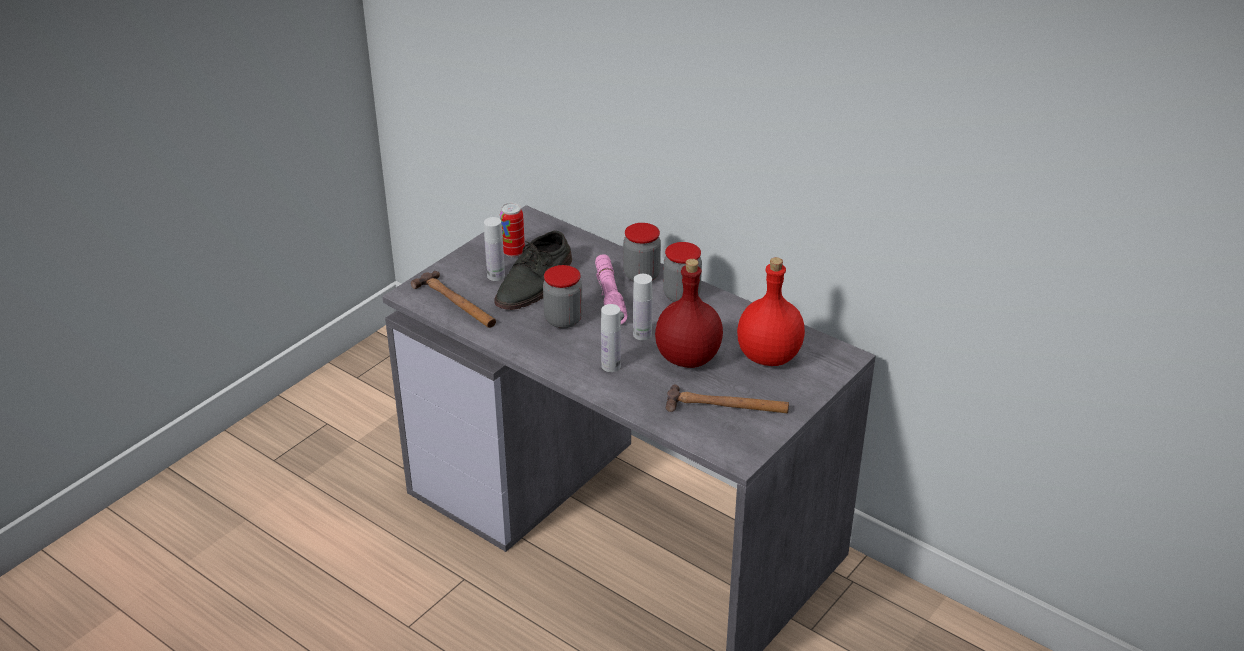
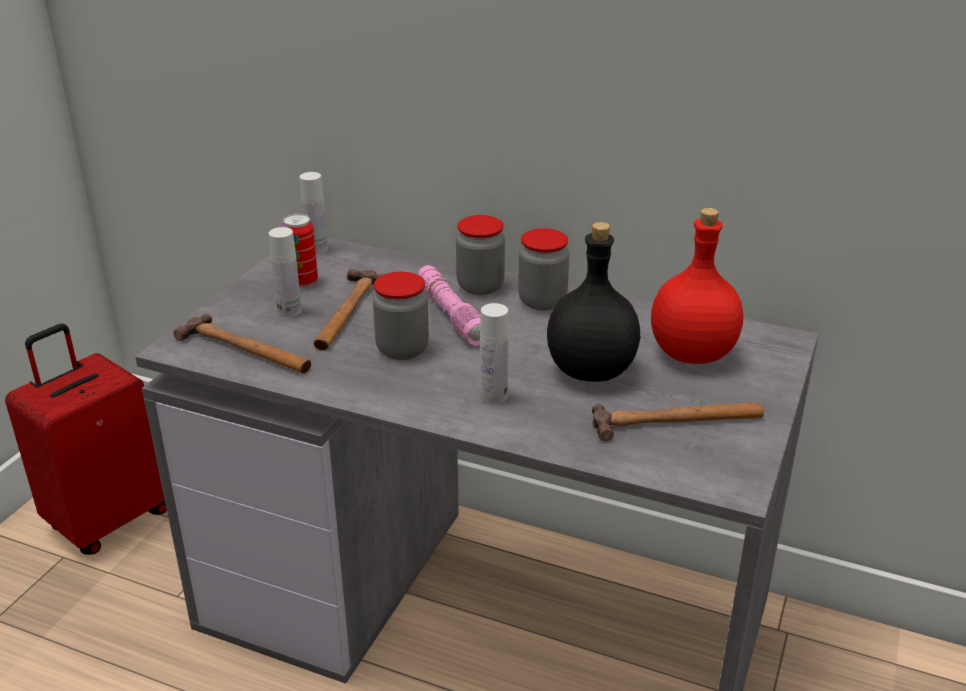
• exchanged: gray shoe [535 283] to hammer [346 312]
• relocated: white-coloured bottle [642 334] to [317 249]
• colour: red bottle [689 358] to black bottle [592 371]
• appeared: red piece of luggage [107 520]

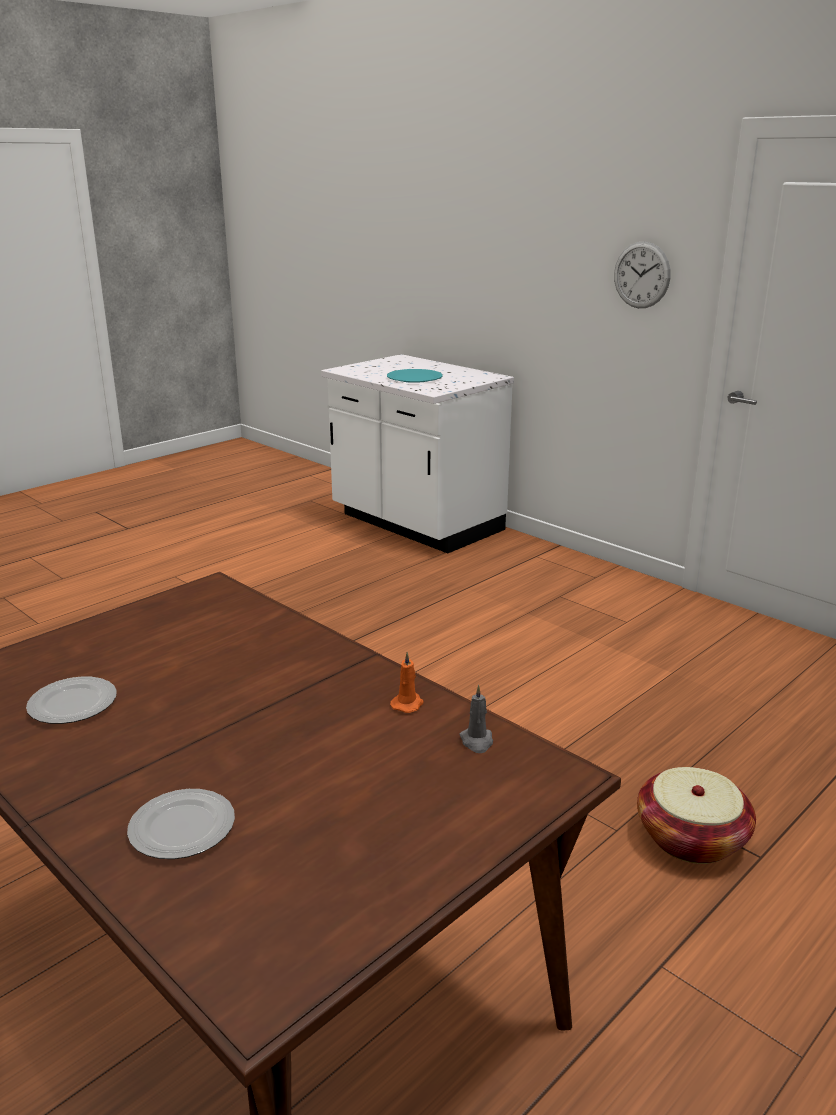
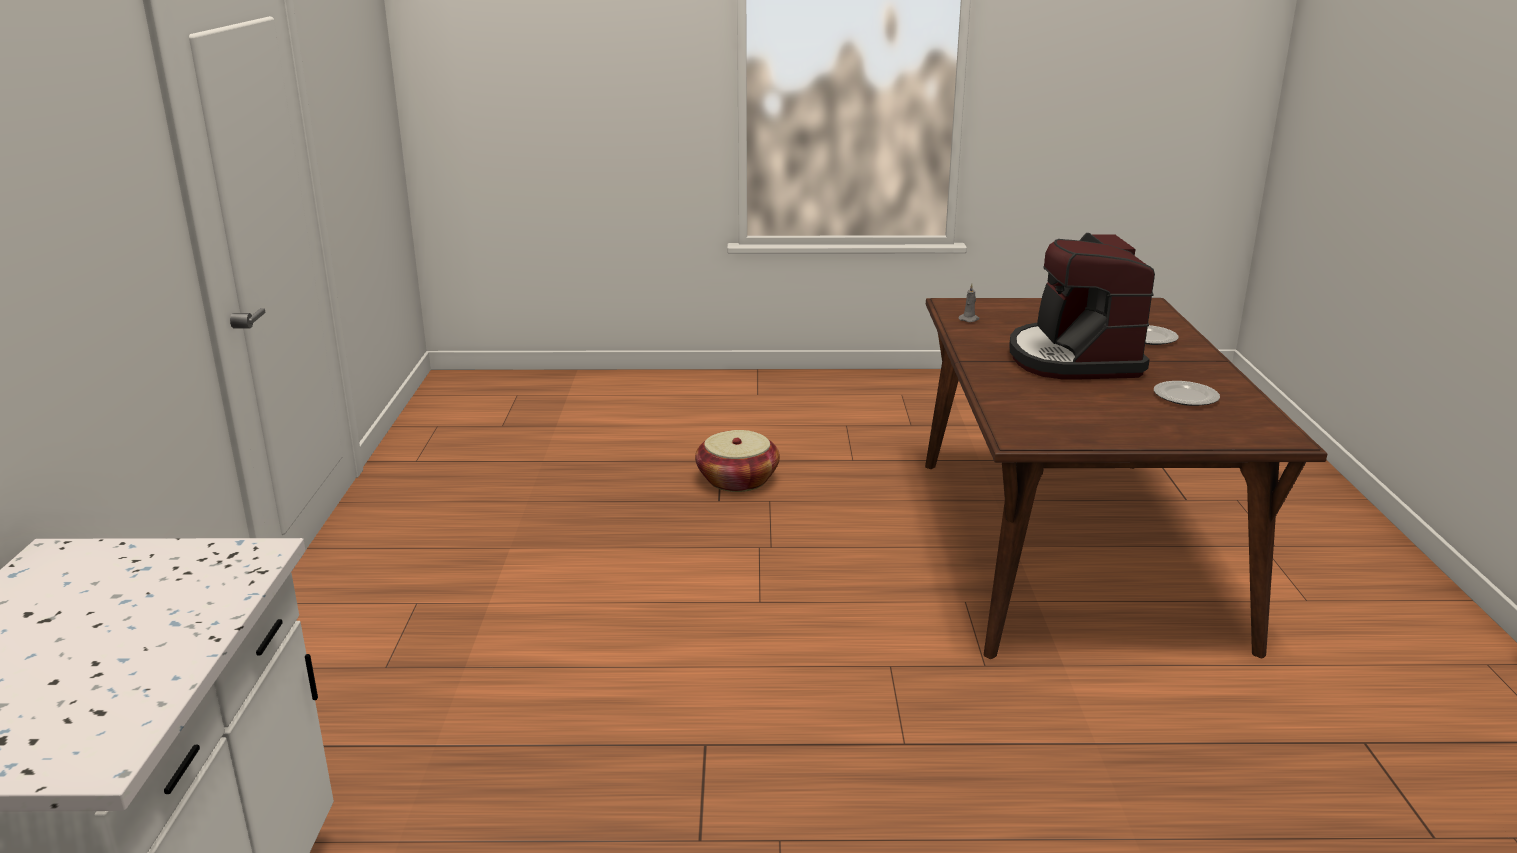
• missing: turquoise-coloured flat dish [414 378]
• missing: orangey candle [408 704]
• missing: hanging clock [641 275]
• appeared: coffee brewer [1073 358]

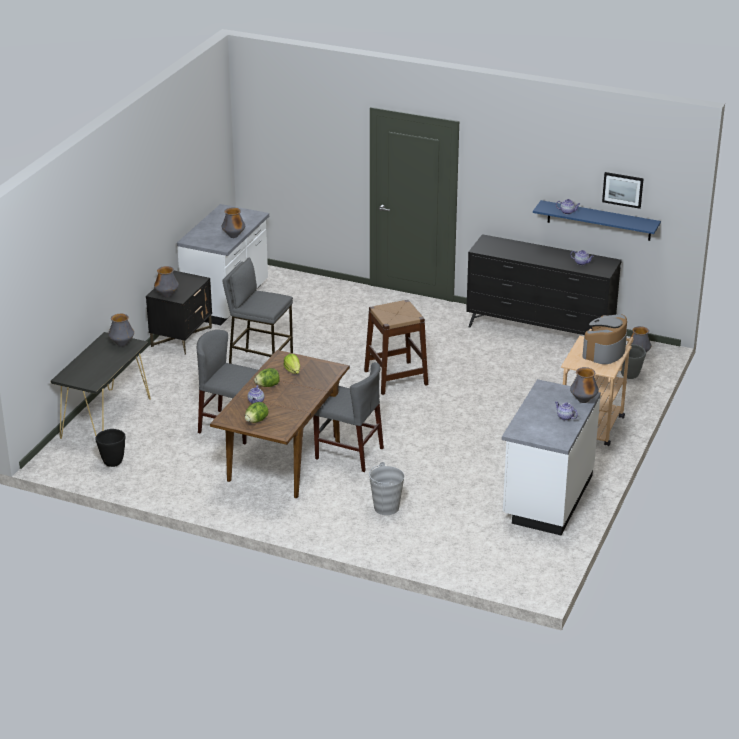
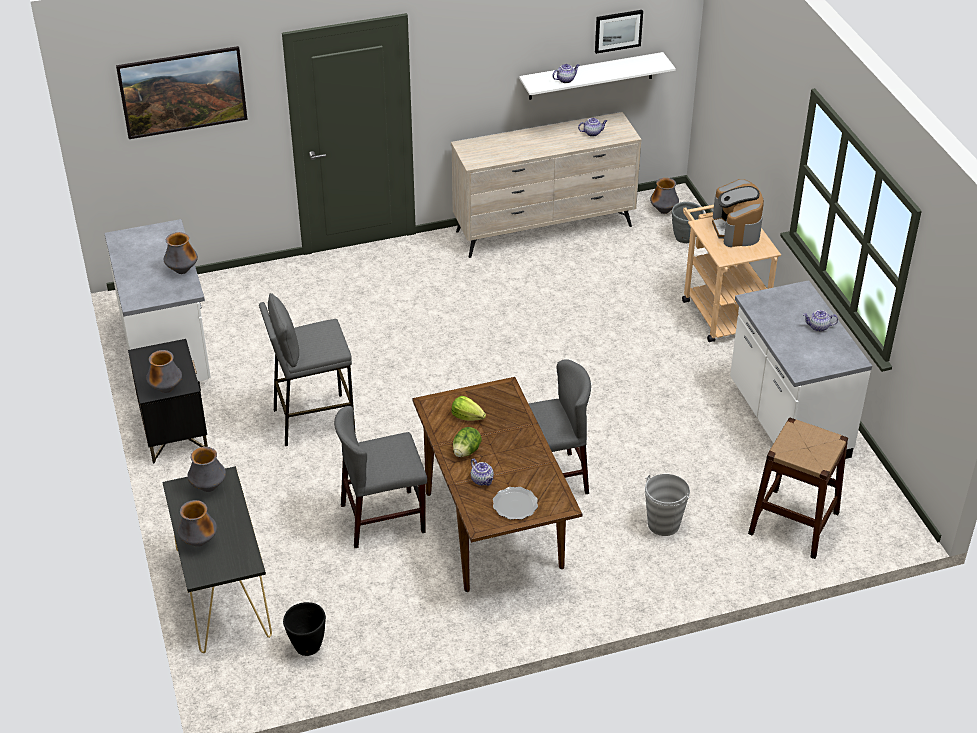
• exchanged: lettuce head [256 420] to flat dish [515 505]
• relocated: brownish sitting stool [396 377] to [794 523]
• colour: black drawer chest [540 332] to beige drawer chest [545 229]
• colour: blue bracket shelf [599 220] to white-coloured bracket shelf [591 76]
• relocated: decorative vase [583 400] to [199 542]
• appeared: wall picture [185 110]

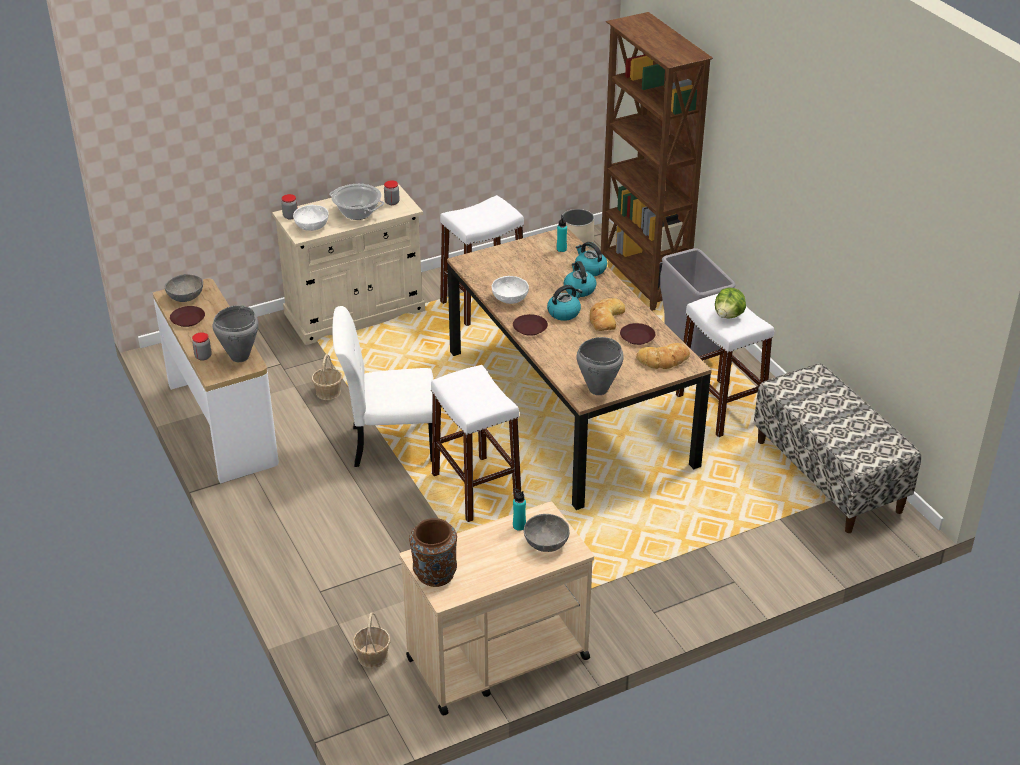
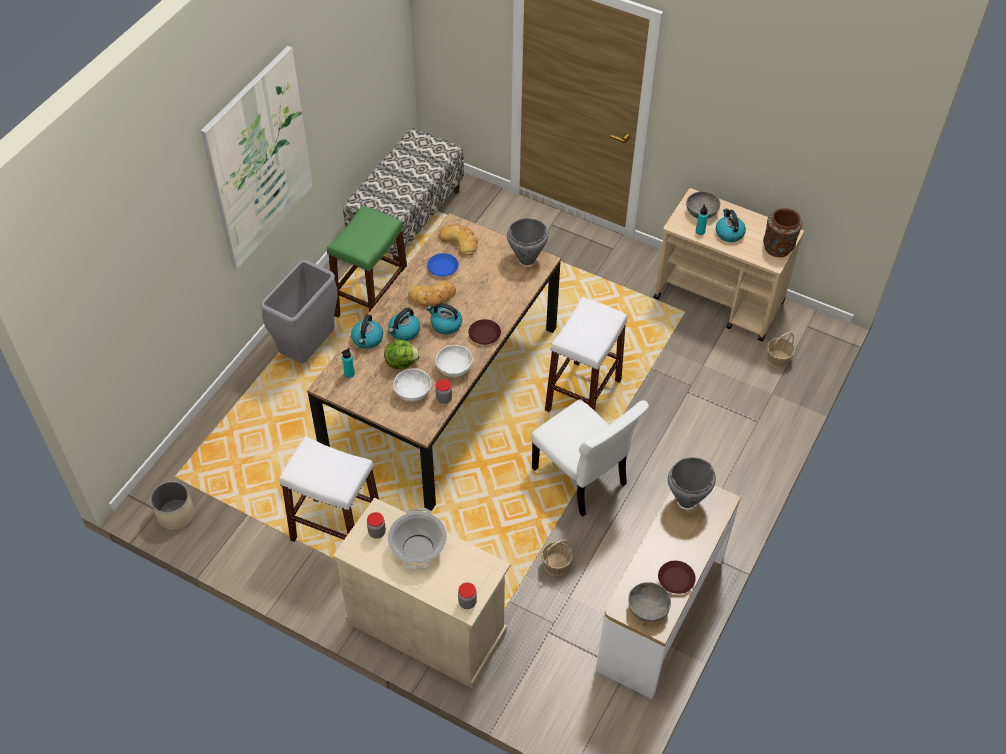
• relocated: jar [203 356] to [444 398]
• relocated: white-coloured deep dish [312 226] to [412 392]
• missing: brownish bookshelf [643 281]
• colour: brownish flat dish [637 337] to blue flat dish [443 267]
• colour: white-coloured sitting stool [720 408] to green sitting stool [372 302]
• relocated: lettuce head [728 315] to [401 362]
• appeared: wall picture [259 159]
• appeared: kettle [729 233]

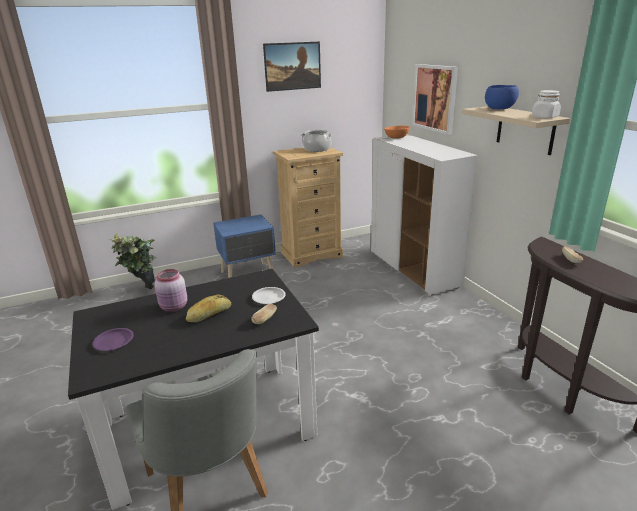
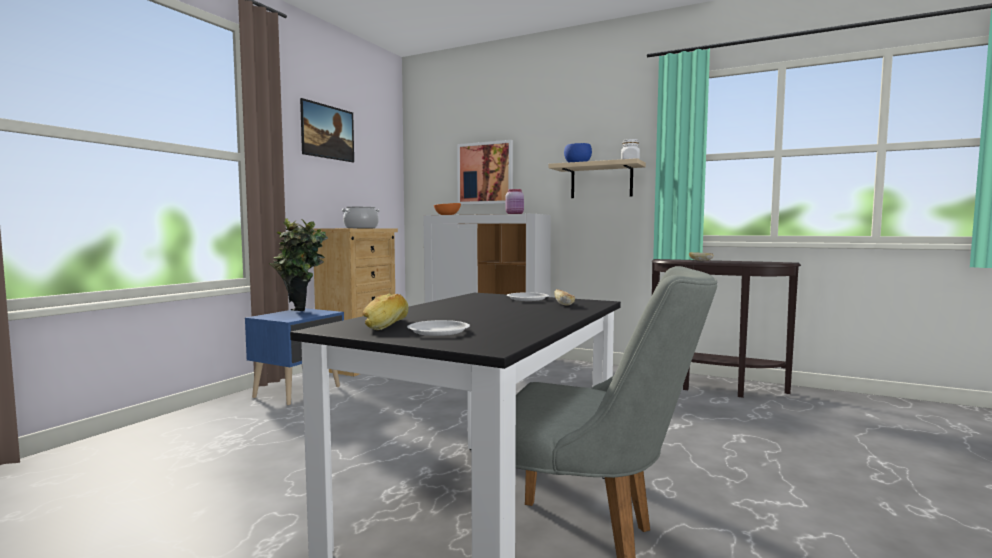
• colour: purple flat dish [114 342] to white-coloured flat dish [439 332]
• relocated: potted plant [143 293] to [300 313]
• relocated: pink-coloured jar [174 307] to [515 214]
• relocated: baked bread [209 315] to [386 325]

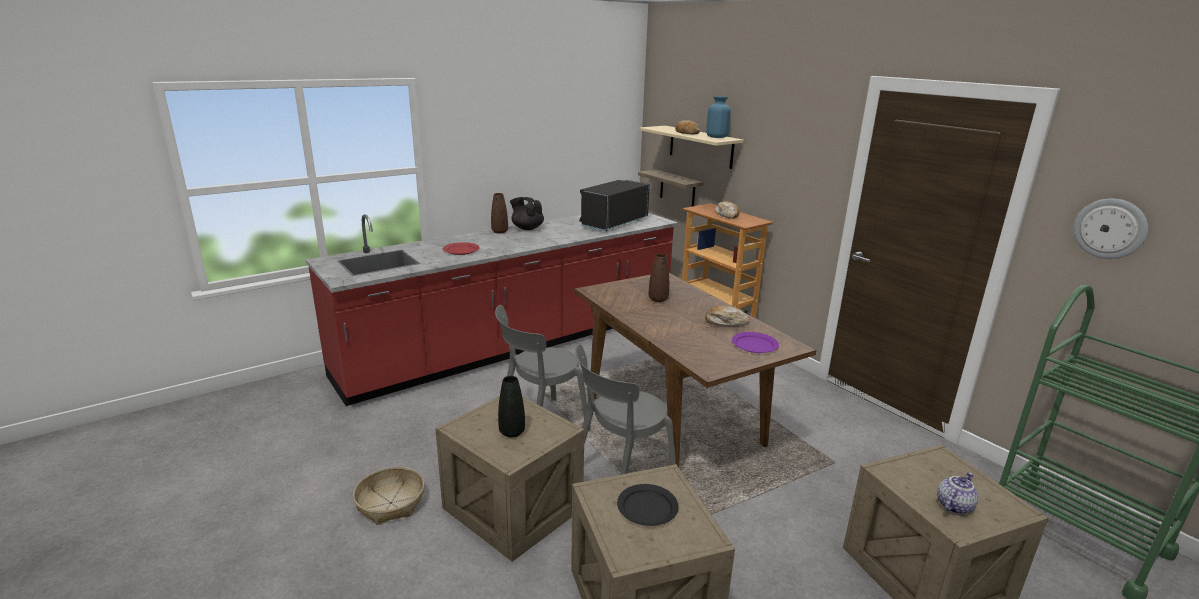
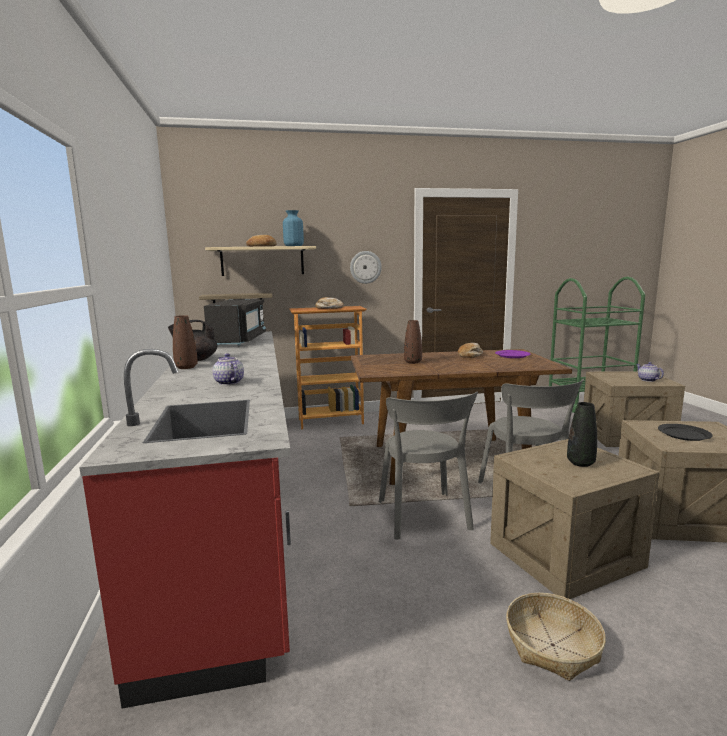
• exchanged: red flat dish [461 250] to tea pot [228 382]
• spun: black kitchen microwave [613 223] = [238 341] 150 degrees counterclockwise
• relocated: hanging clock [1110 228] to [365 267]

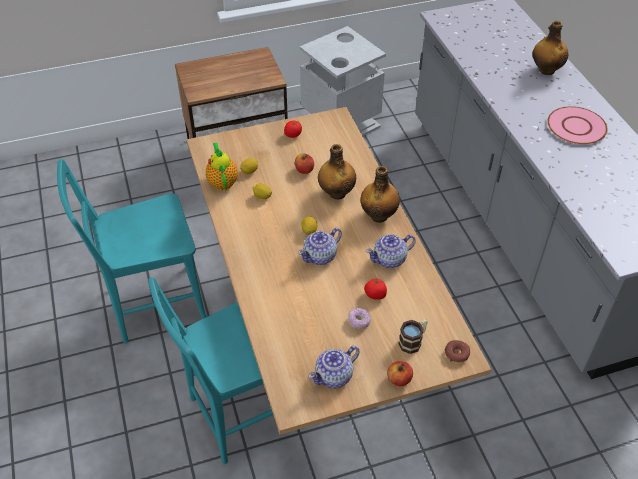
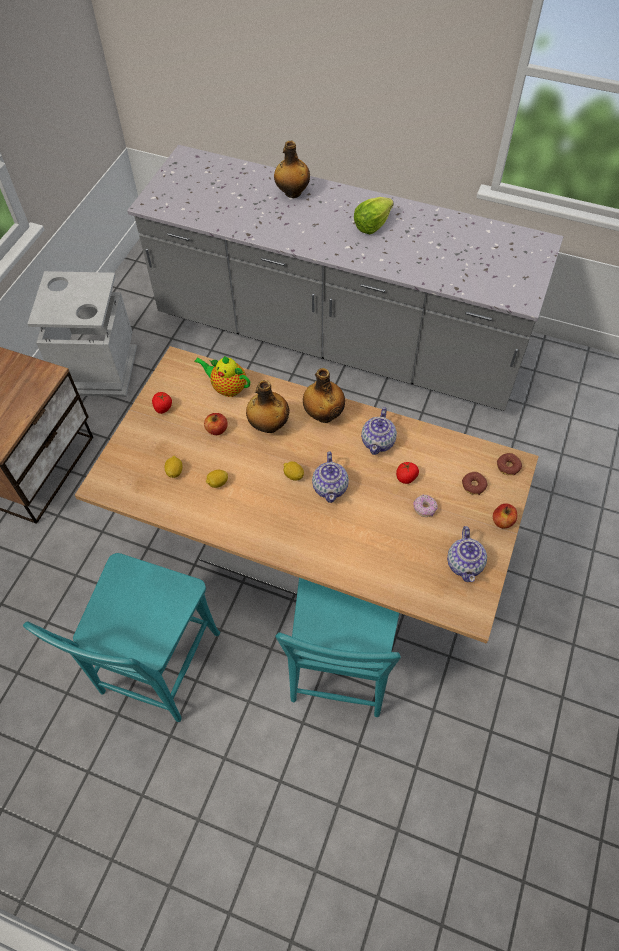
• relocated: tea pot [222 181] to [227 388]
• exchanged: tea mug [413 341] to doughnut [473 485]
• exchanged: pink-coloured flat dish [576 126] to lettuce head [372 225]

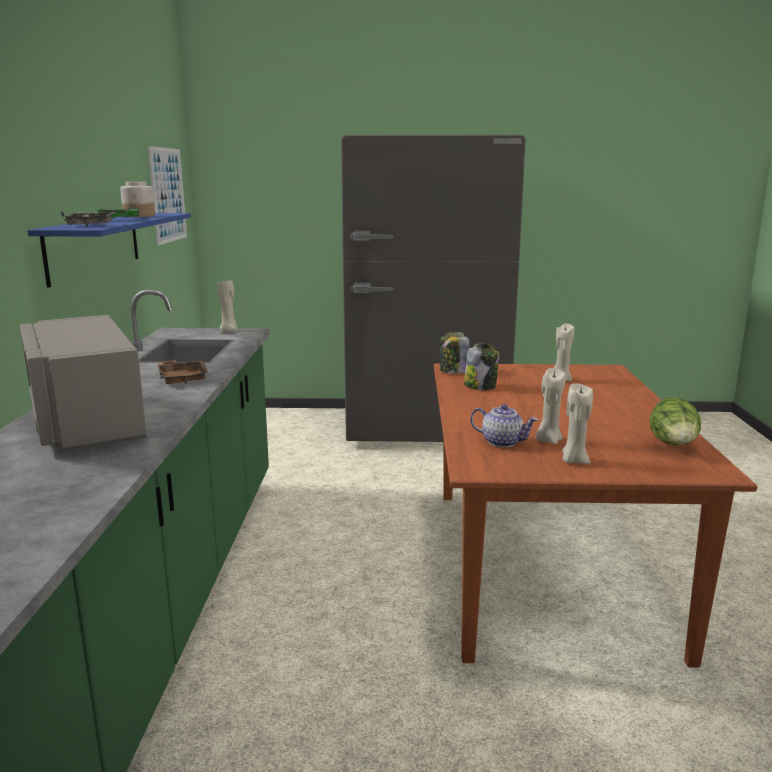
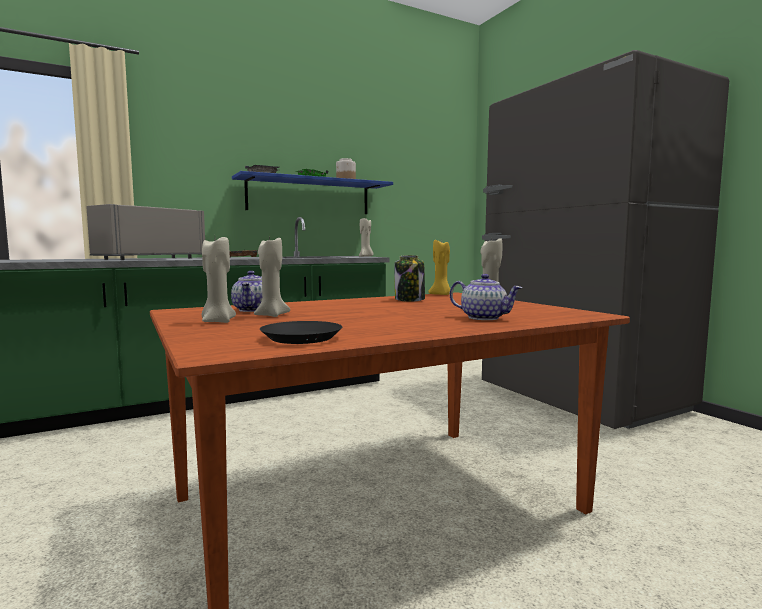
• missing: wall picture [167 195]
• exchanged: jar [453 371] to yellow candle [441 295]
• exchanged: lettuce head [673 446] to black flat dish [302 338]
• appeared: tea pot [484 318]

